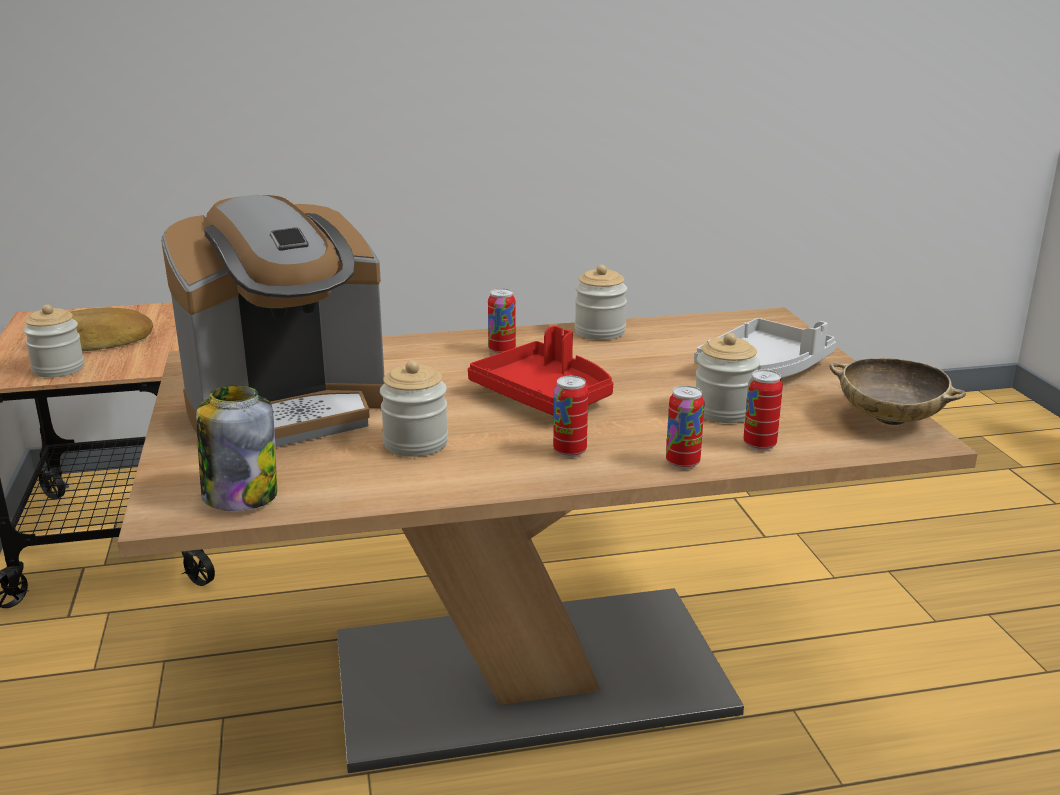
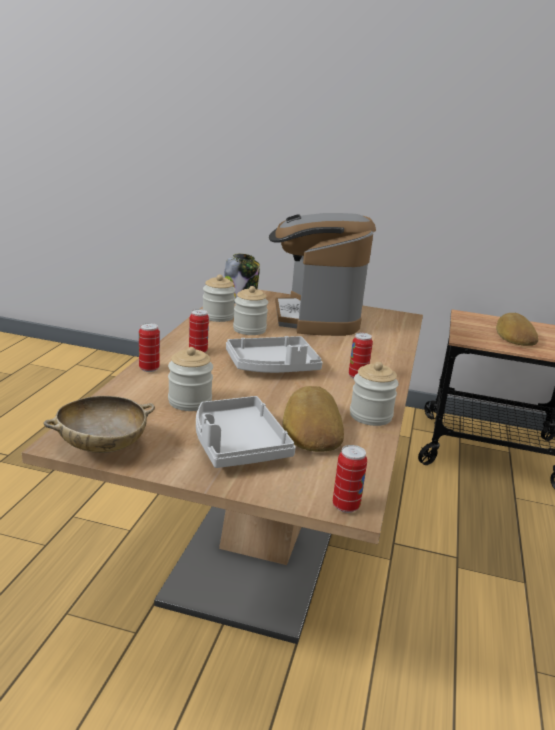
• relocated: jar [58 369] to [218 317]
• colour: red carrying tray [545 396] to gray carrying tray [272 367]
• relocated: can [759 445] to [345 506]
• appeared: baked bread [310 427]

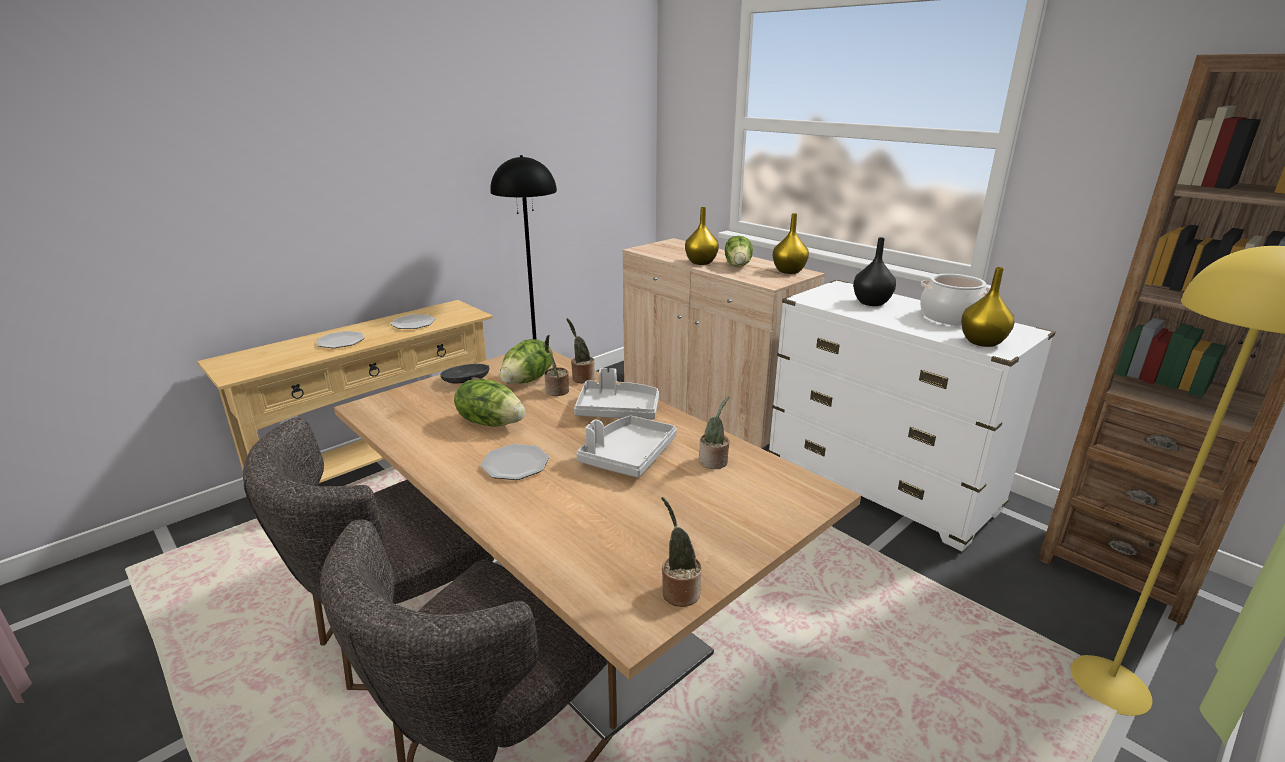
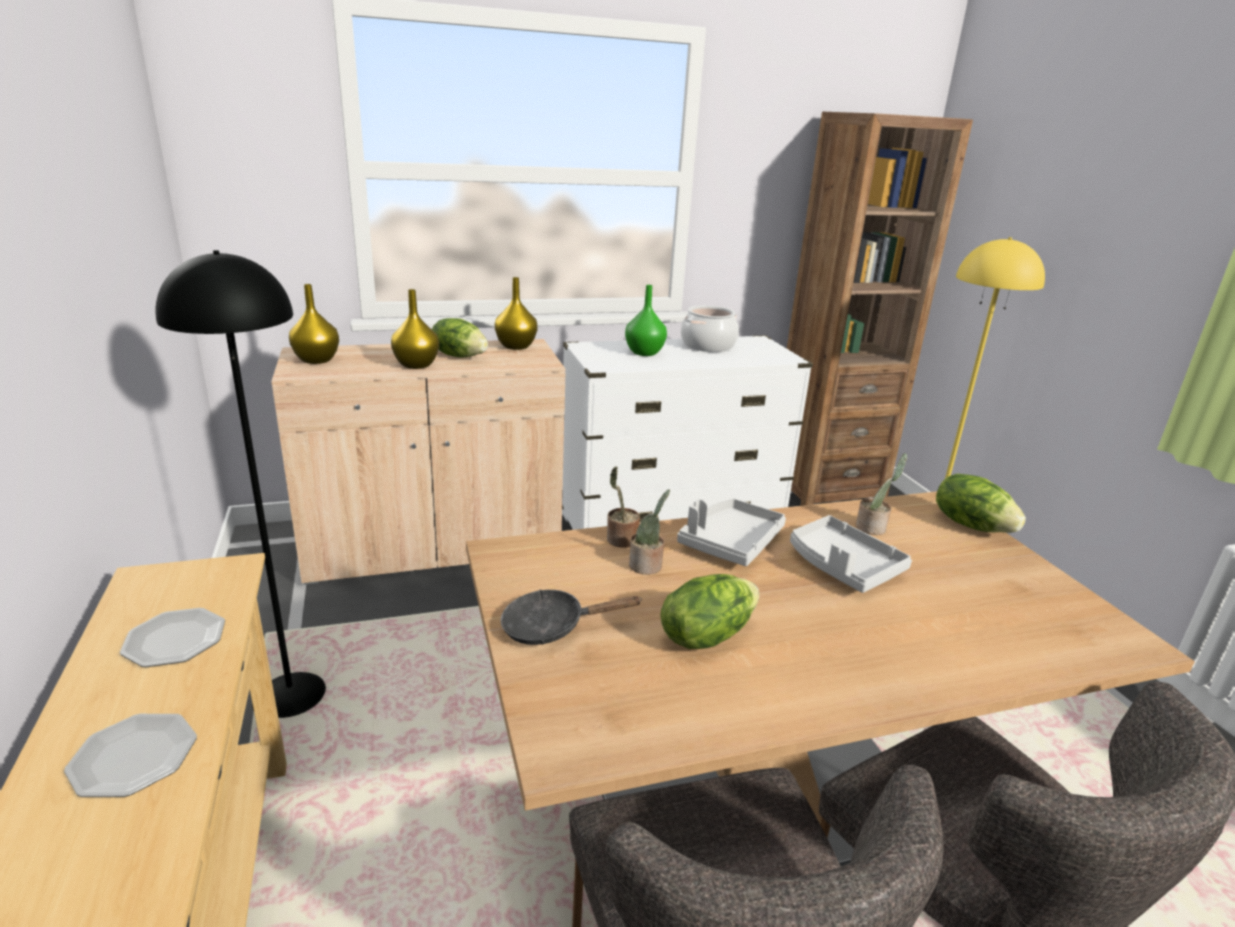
• missing: flat dish [515 464]
• relocated: lettuce head [528 380] to [971 525]
• missing: potted plant [678 591]
• colour: black decorative vase [872 303] to green decorative vase [645 353]
• relocated: yellow decorative vase [982 342] to [317 360]

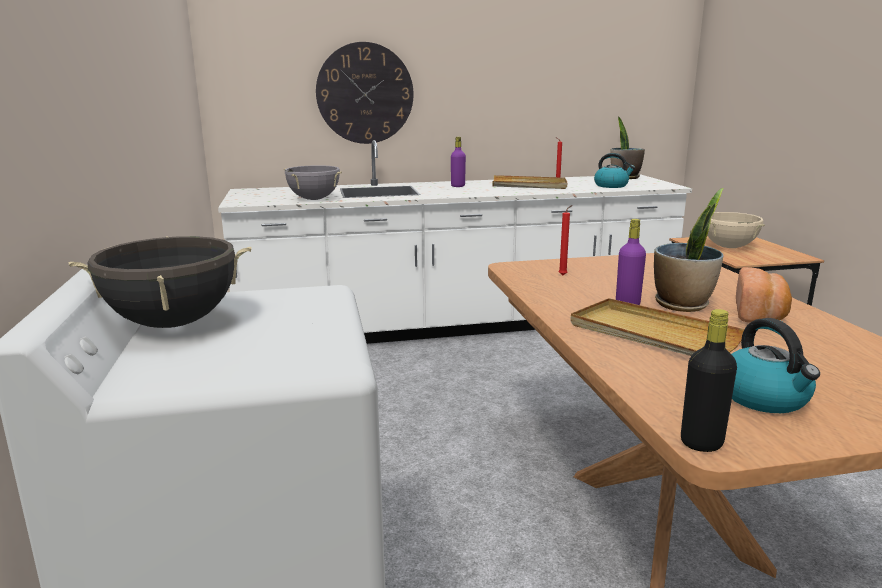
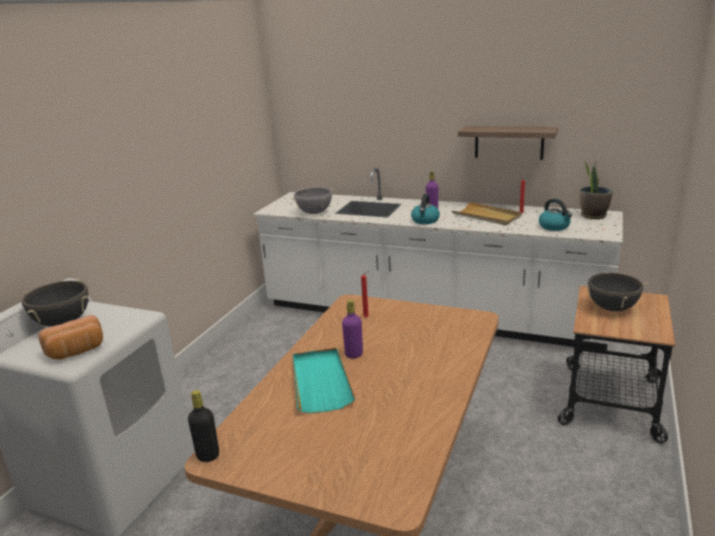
• missing: hanging clock [365 93]
• colour: beige carrying tray [651 334] to turquoise-coloured carrying tray [320 382]
• missing: potted plant [682 305]
• colour: beige cooking pot [729 247] to black cooking pot [612 308]
• relocated: kettle [764 398] to [425 221]
• relocated: baked bread [760 314] to [77 351]
• appeared: bracket shelf [509 142]

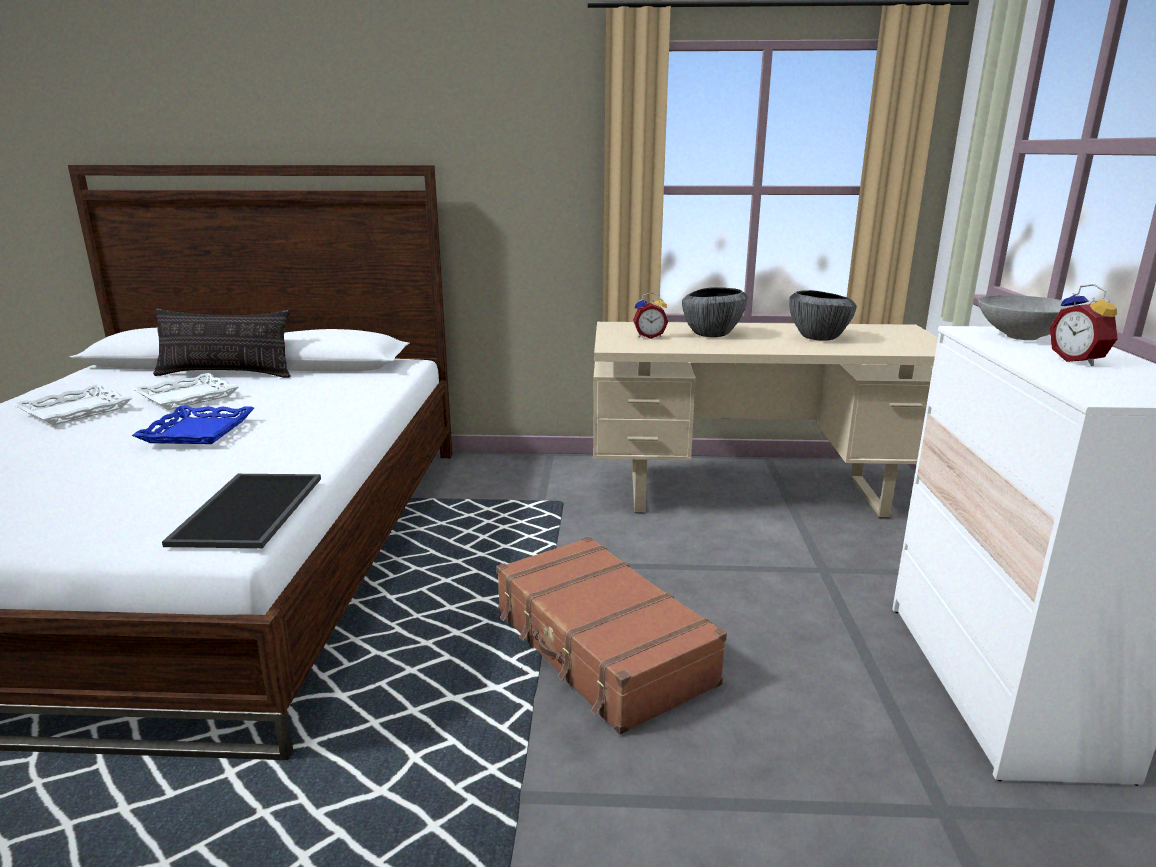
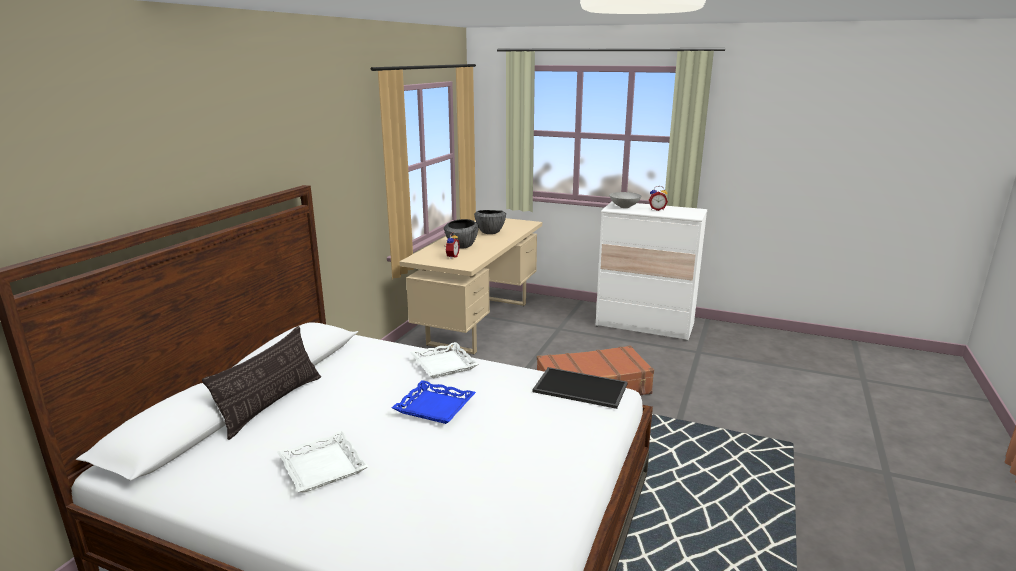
• relocated: white-coloured carrying tray [188 397] to [444 364]

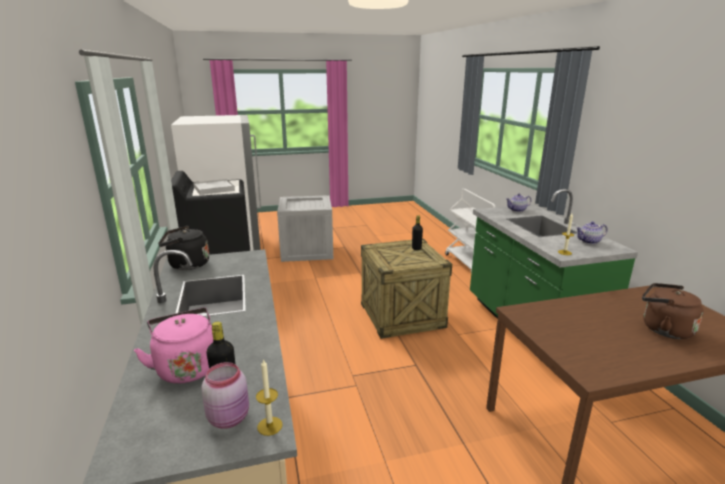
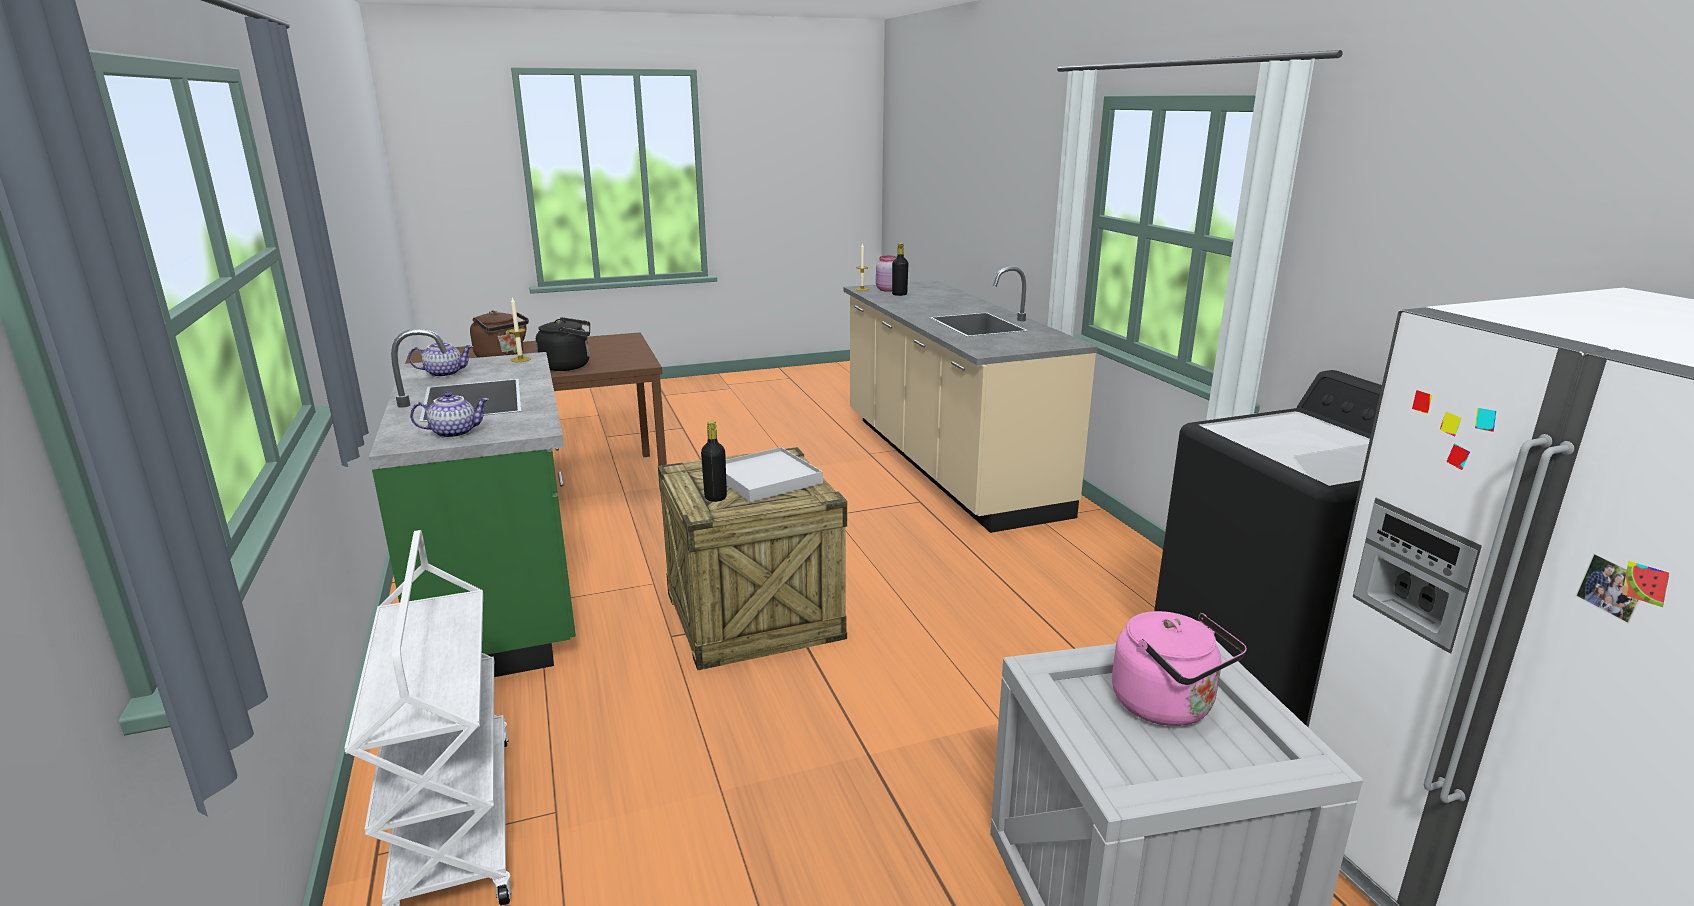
• relocated: pink-coloured kettle [186 367] to [1167 706]
• relocated: black kettle [186 265] to [569 366]
• relocated: white-coloured carrying tray [214 189] to [766 479]

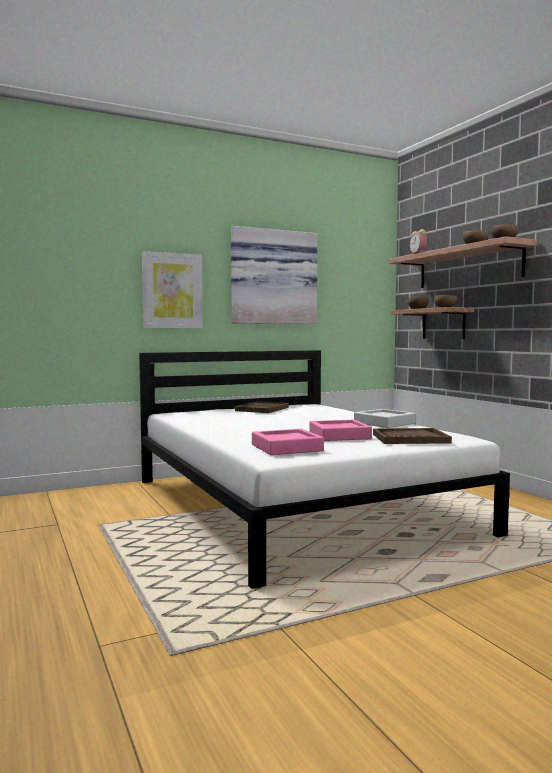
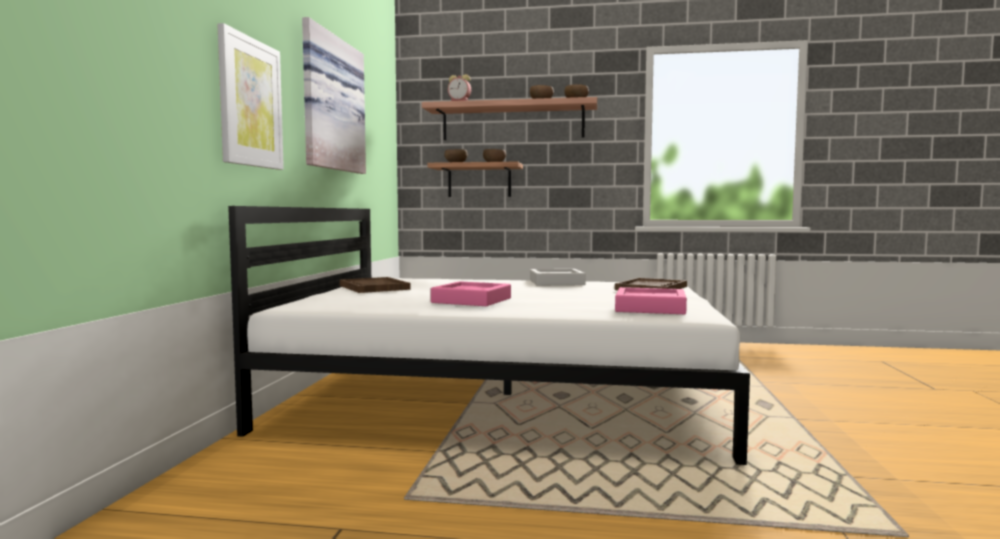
• relocated: pink-coloured carrying tray [339 435] to [471 300]

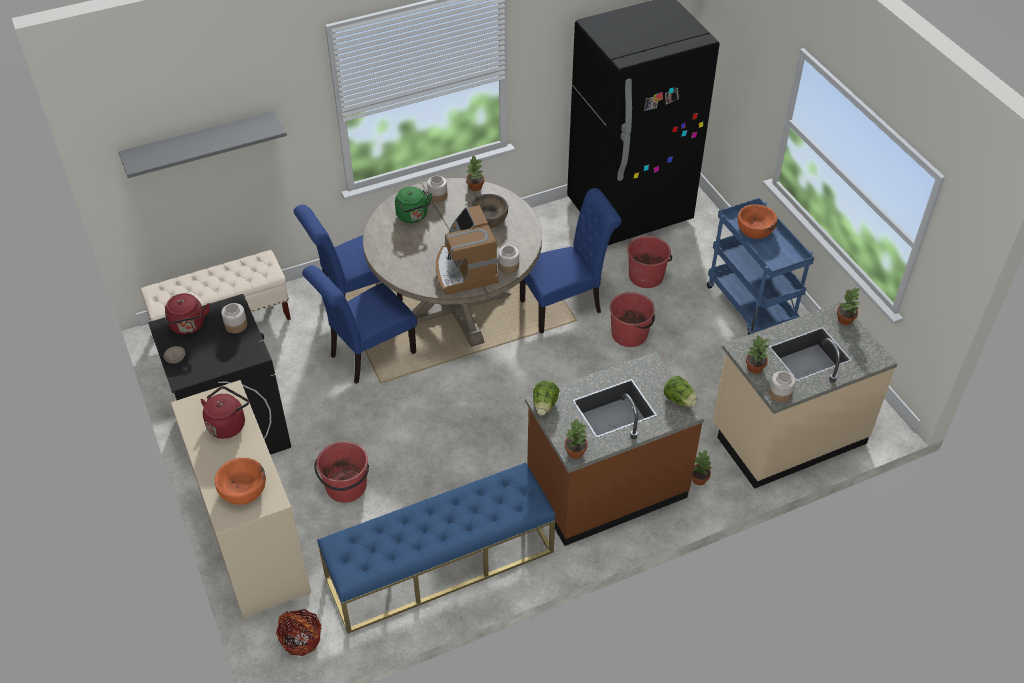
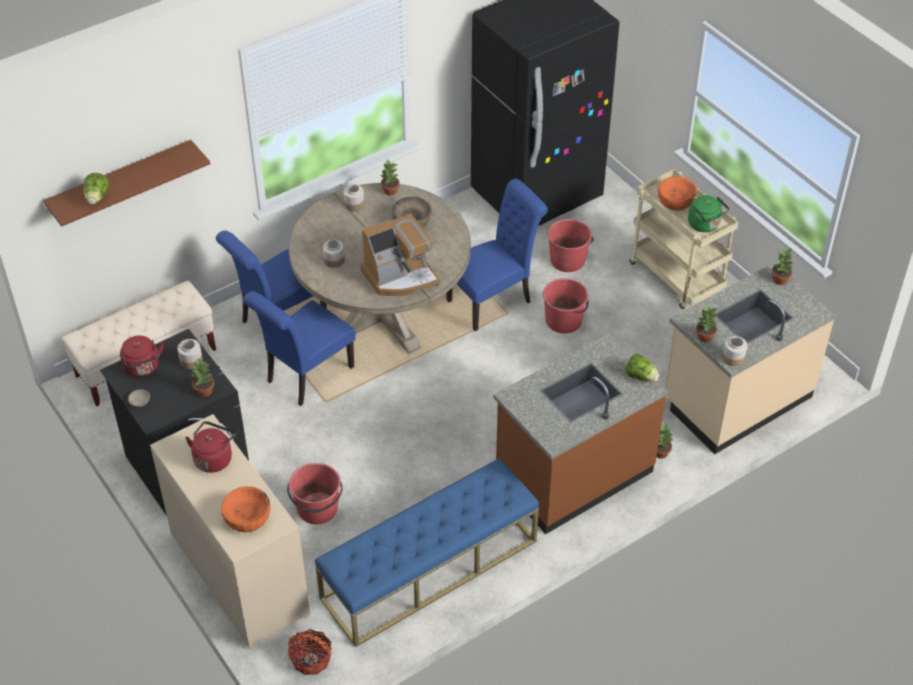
• colour: gray bracket shelf [201 144] to brownish bracket shelf [121 182]
• relocated: green kettle [413 216] to [705 225]
• spun: coffee brewer [464 270] = [400 277] 90 degrees counterclockwise
• relocated: jar [508 266] to [334 260]
• relocated: lettuce head [545 405] to [97 198]
• relocated: potted plant [575 452] to [204 391]
• colour: blue trolley [751 307] to beige trolley [677 278]

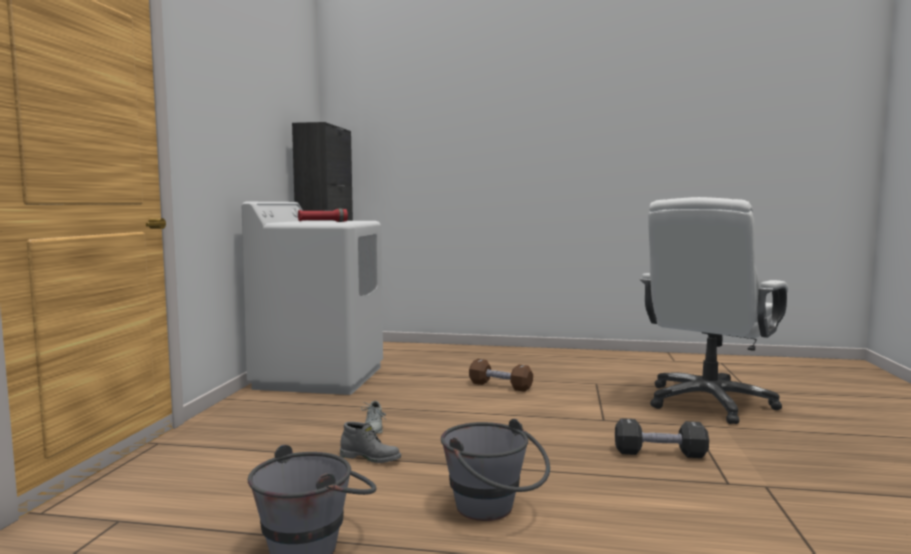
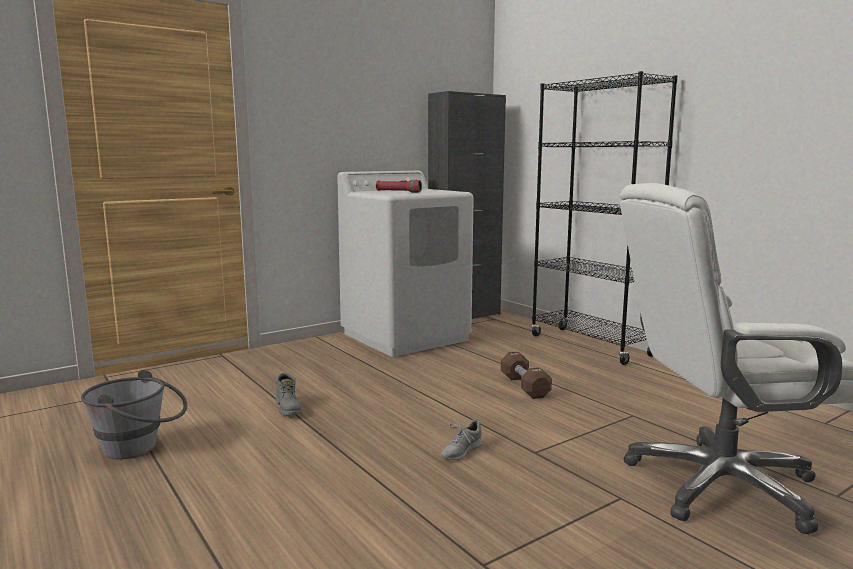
• relocated: gray shoe [373 428] to [460 451]
• missing: gray pail [493 511]
• missing: black dumbbell [660 453]
• appeared: black bookshelf [591 345]

